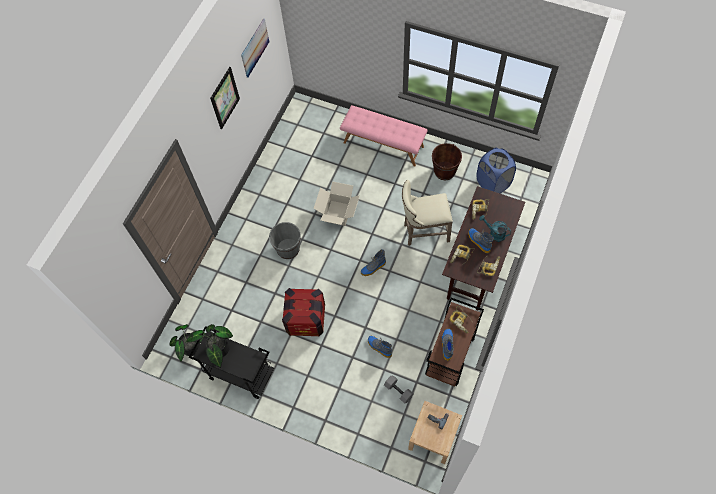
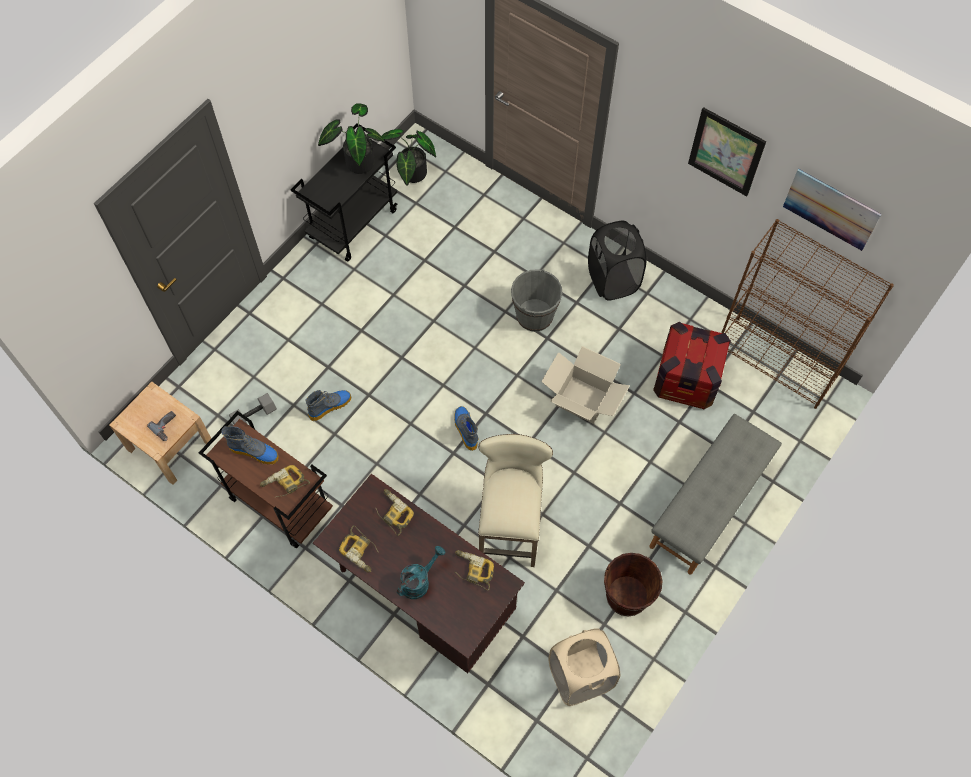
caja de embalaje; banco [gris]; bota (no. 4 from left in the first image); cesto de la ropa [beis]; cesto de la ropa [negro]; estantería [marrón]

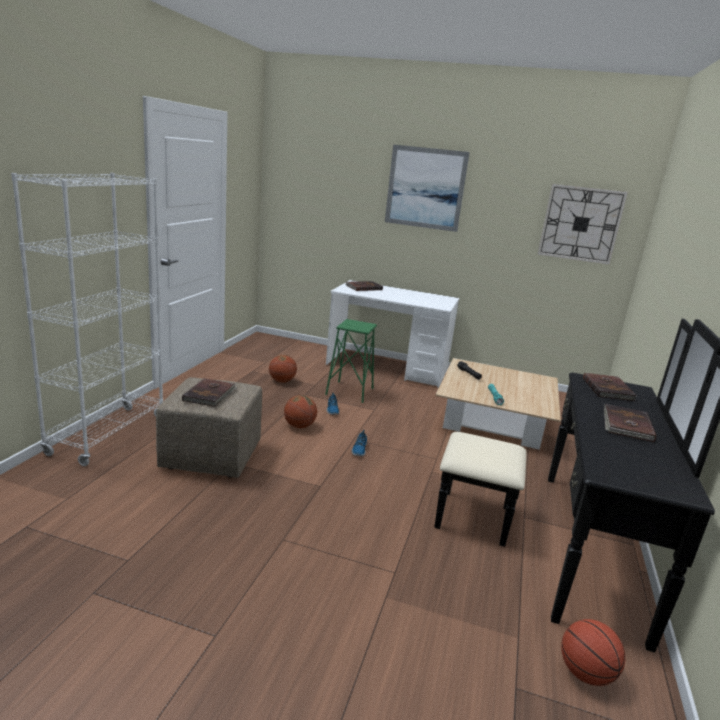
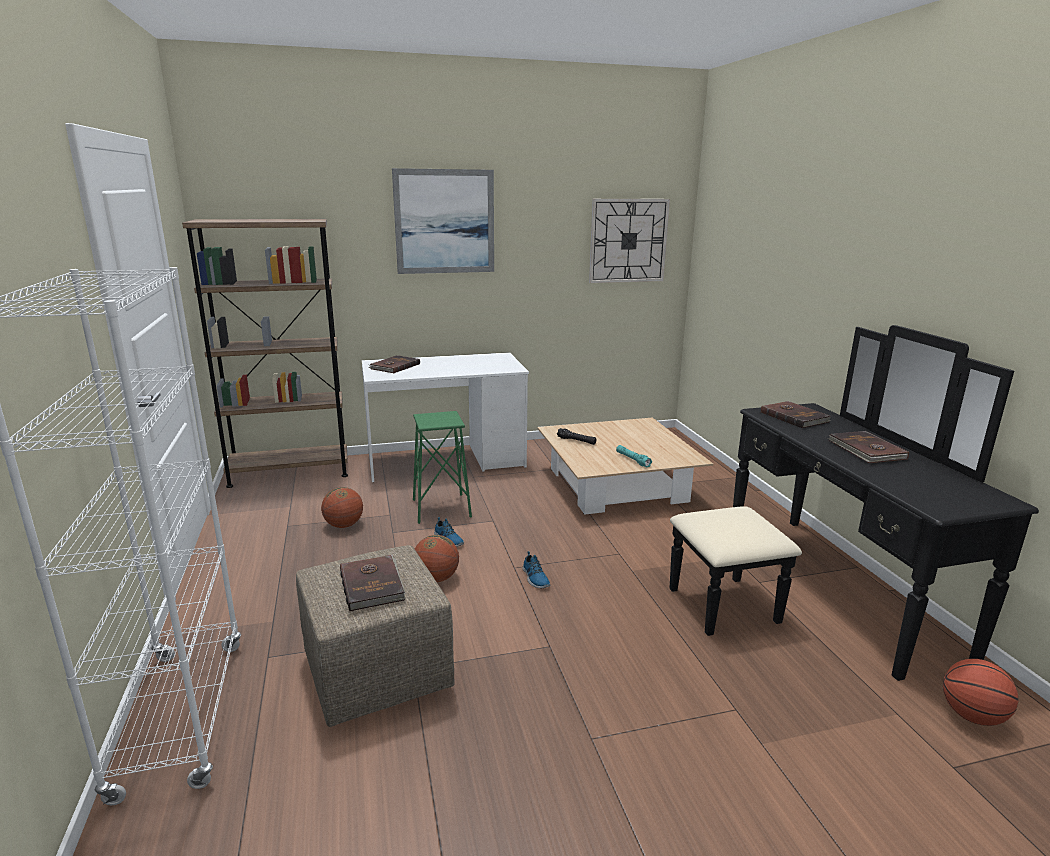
estantería [marrón]

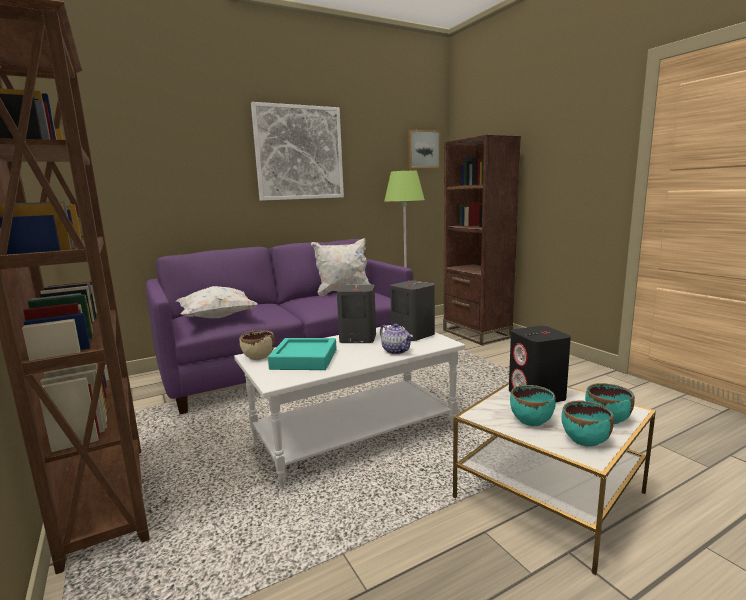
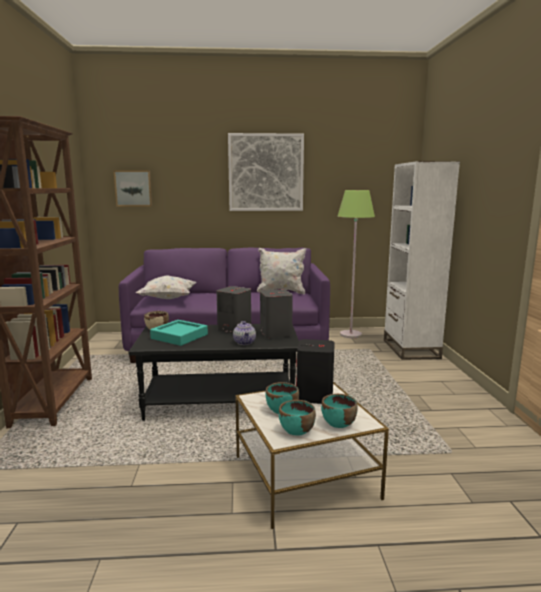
mesa de centro [negro]; cuadro (no. 1 from left); estantería [blanco]

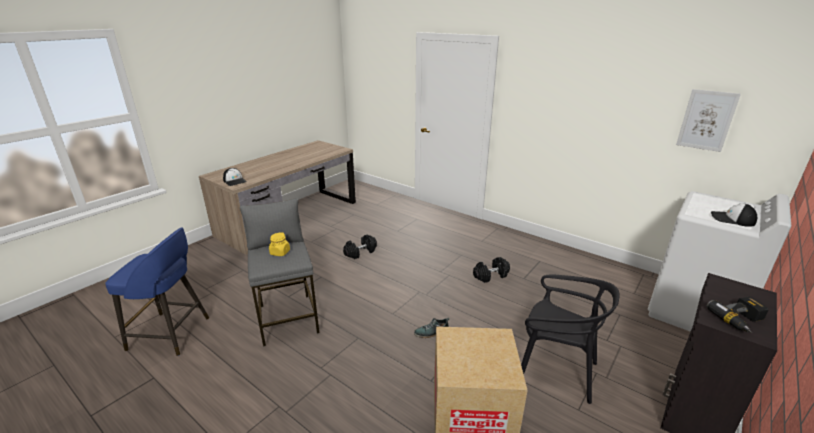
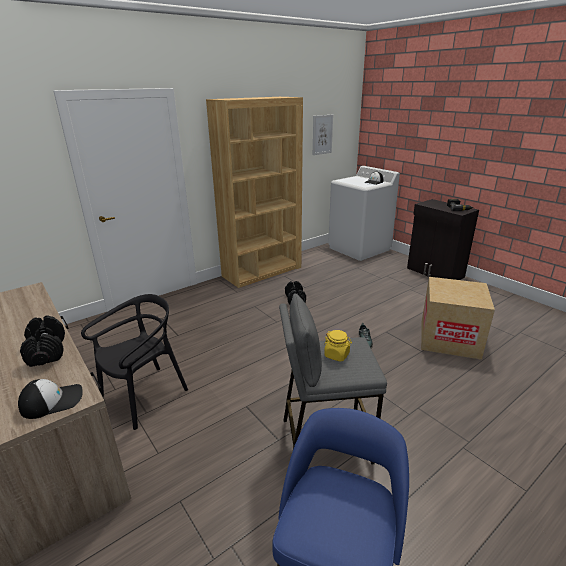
mancuerna [negro] (no. 1 from left); silla [negro]; estantería [marrón]

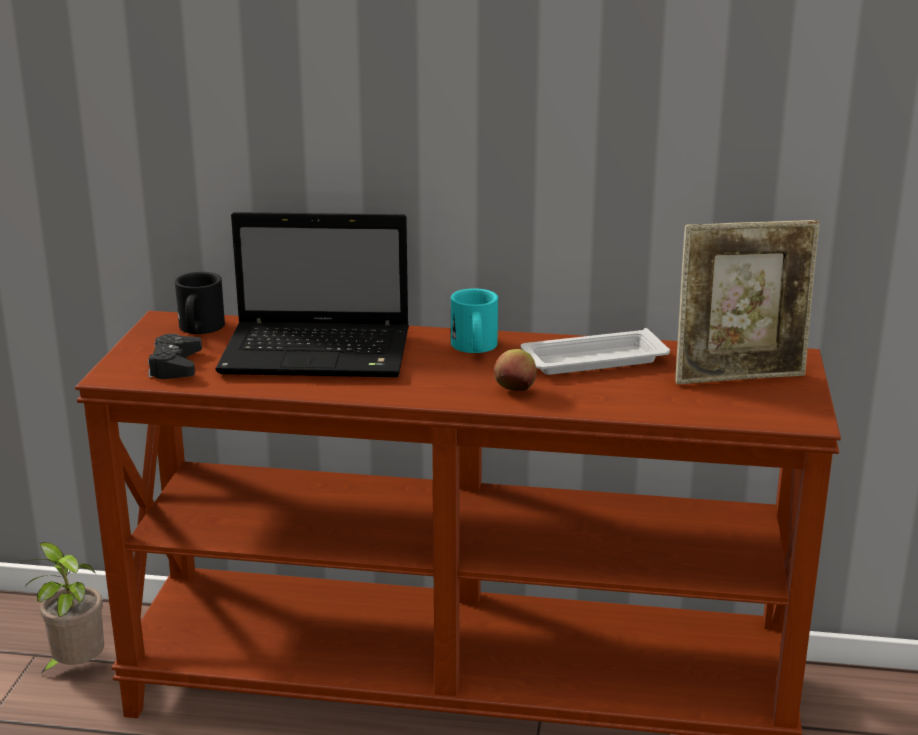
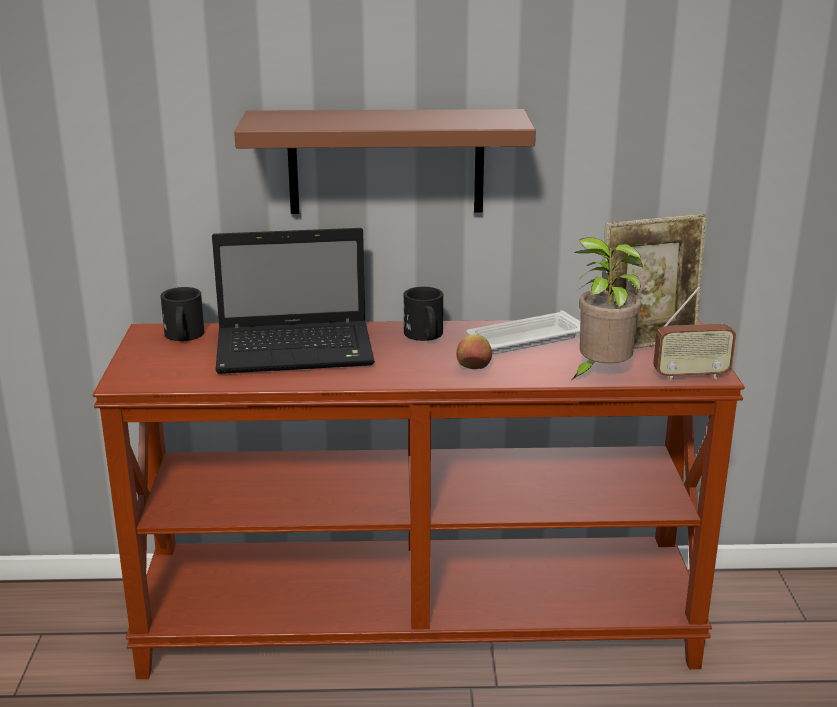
planta en maceta; mando de consola [negro]; taza grande [negro] (no. 2 from left); estante [marrón]; radio

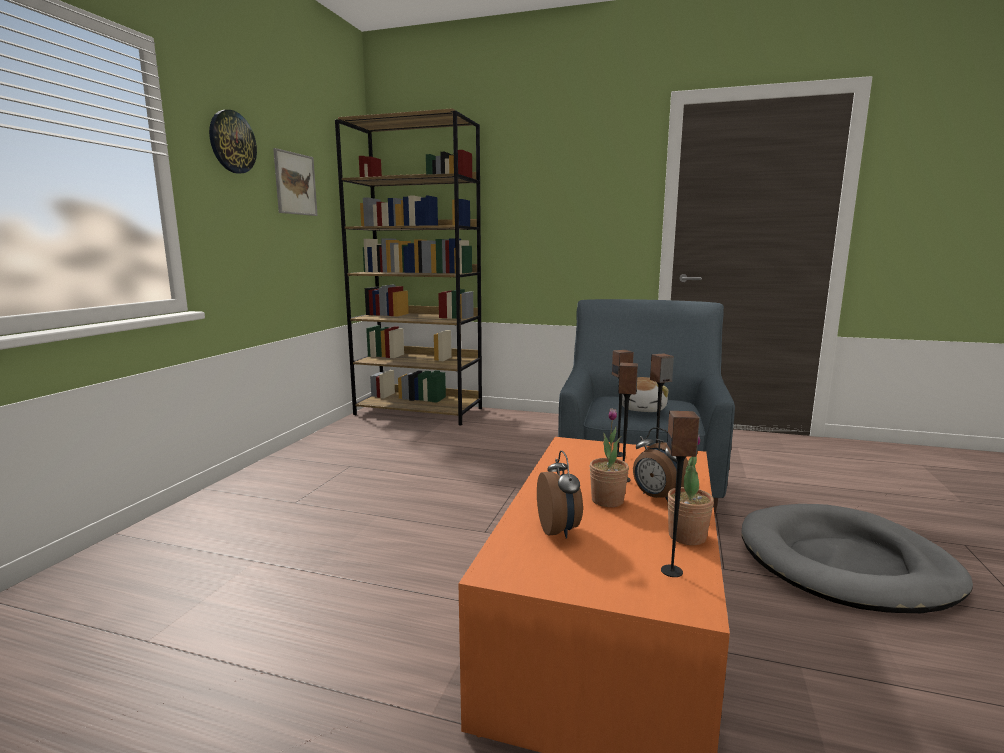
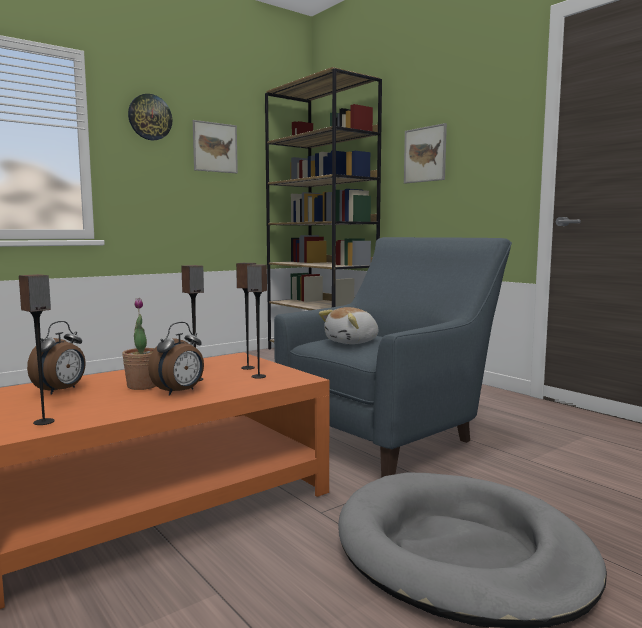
despertador (no. 2 from left); planta en maceta (no. 2 from left in the first image); cuadro (no. 2 from left)

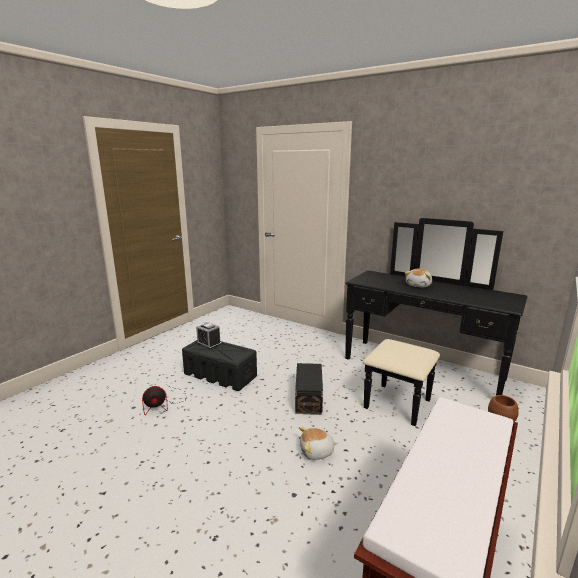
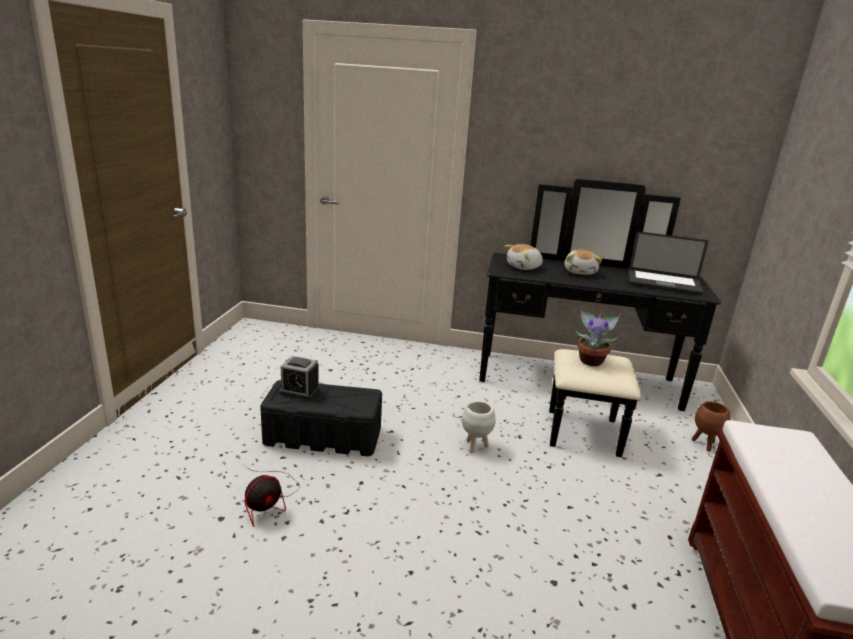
maceta [blanco]; peluche (no. 1 from left); planta en maceta; portátil

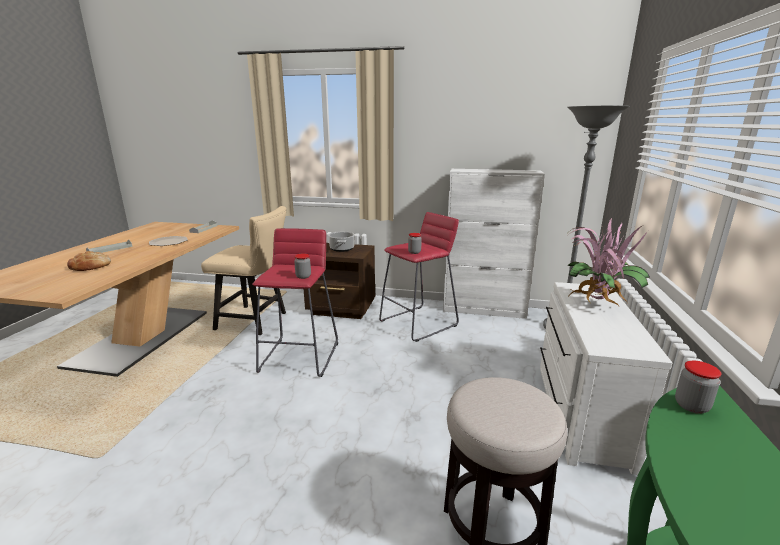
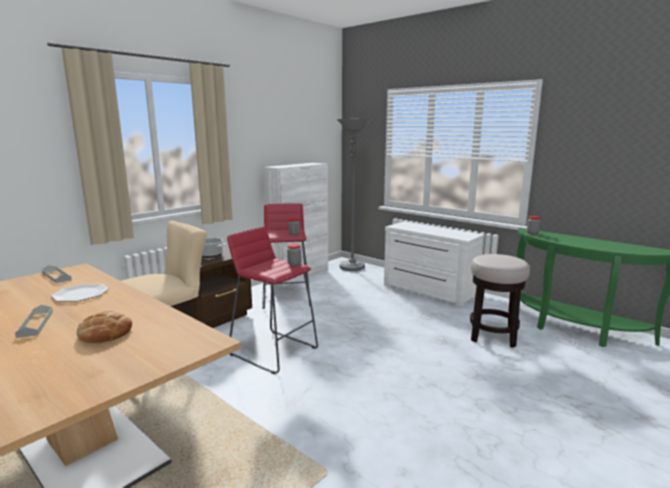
planta en maceta

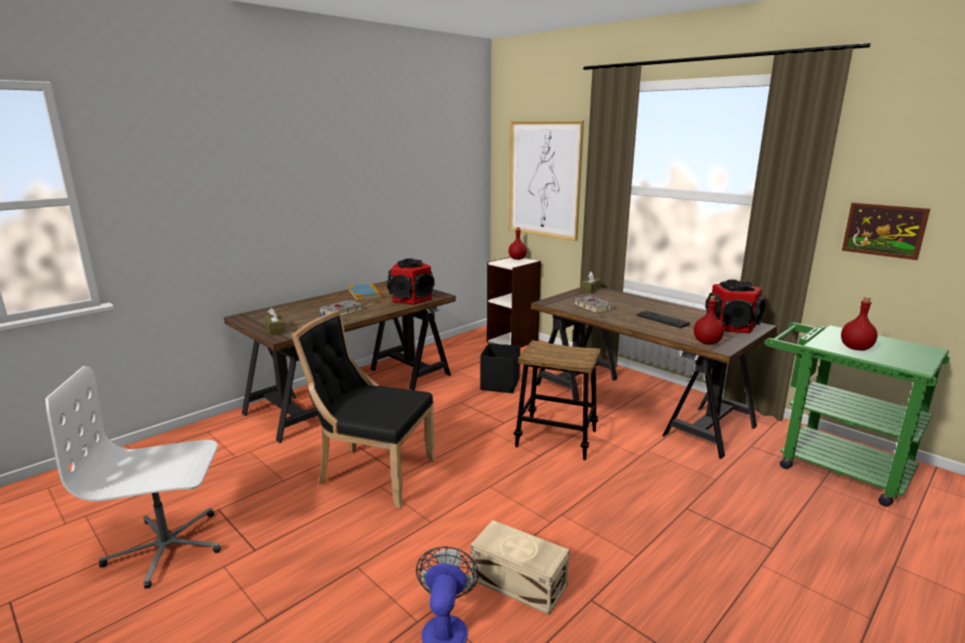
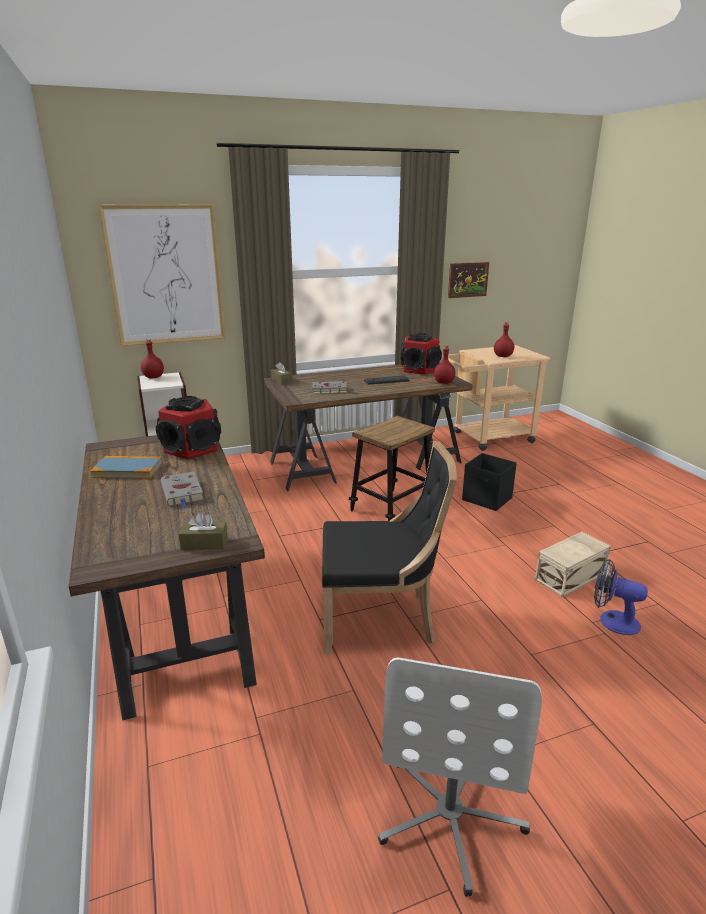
silla [negro]; caja de almacenaje [negro]; carrito [beis]

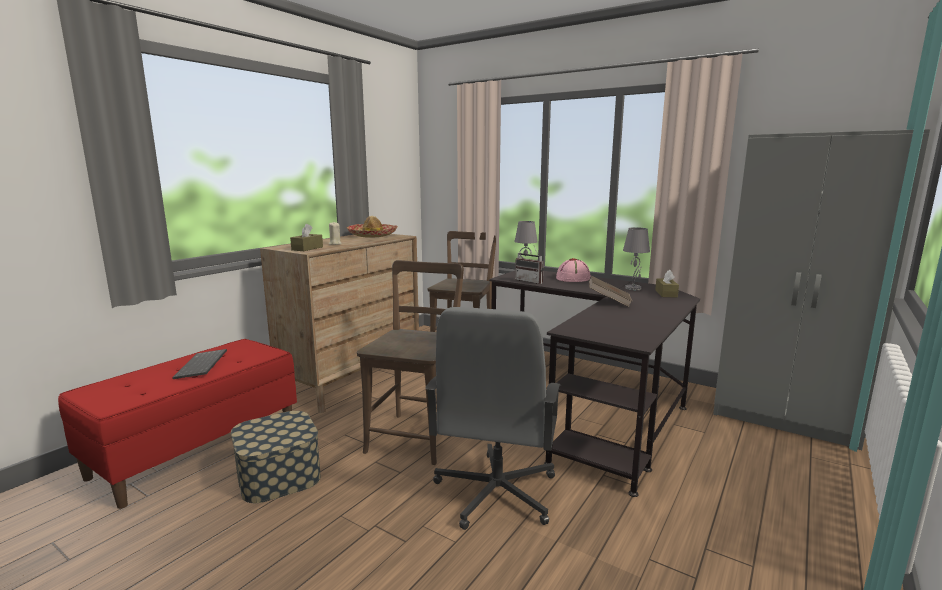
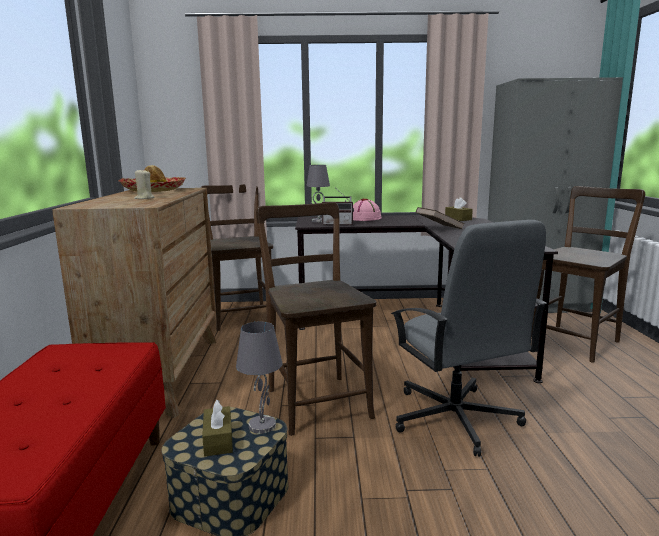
teclado; caja de pañuelos [marrón] (no. 1 from left); lámpara de mesa [gris] (no. 1 from left); silla [marrón] (no. 3 from left)

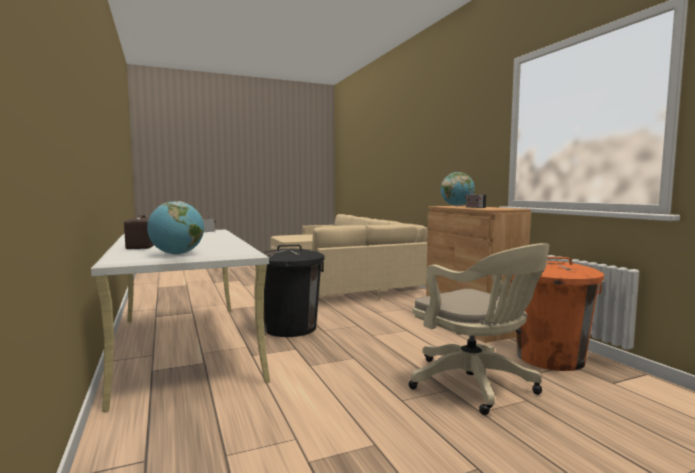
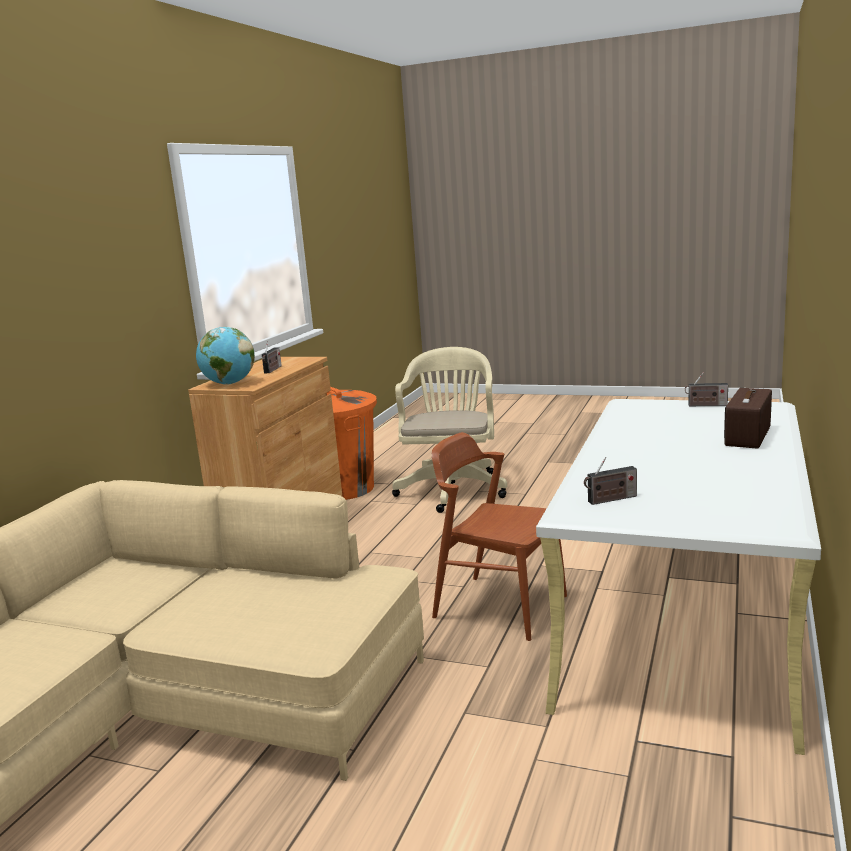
radio (no. 3 from left); silla [marrón]

